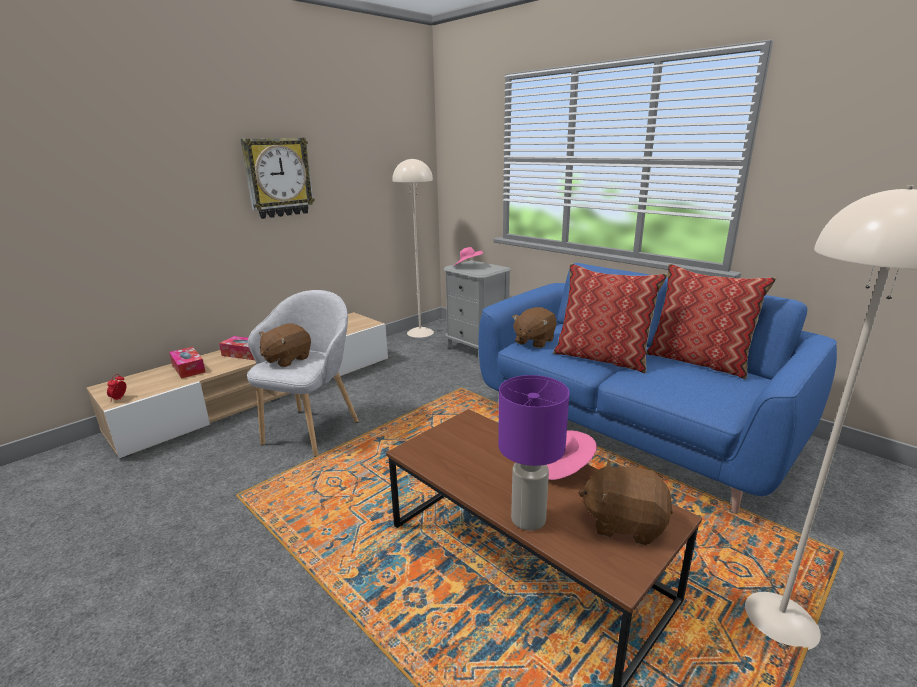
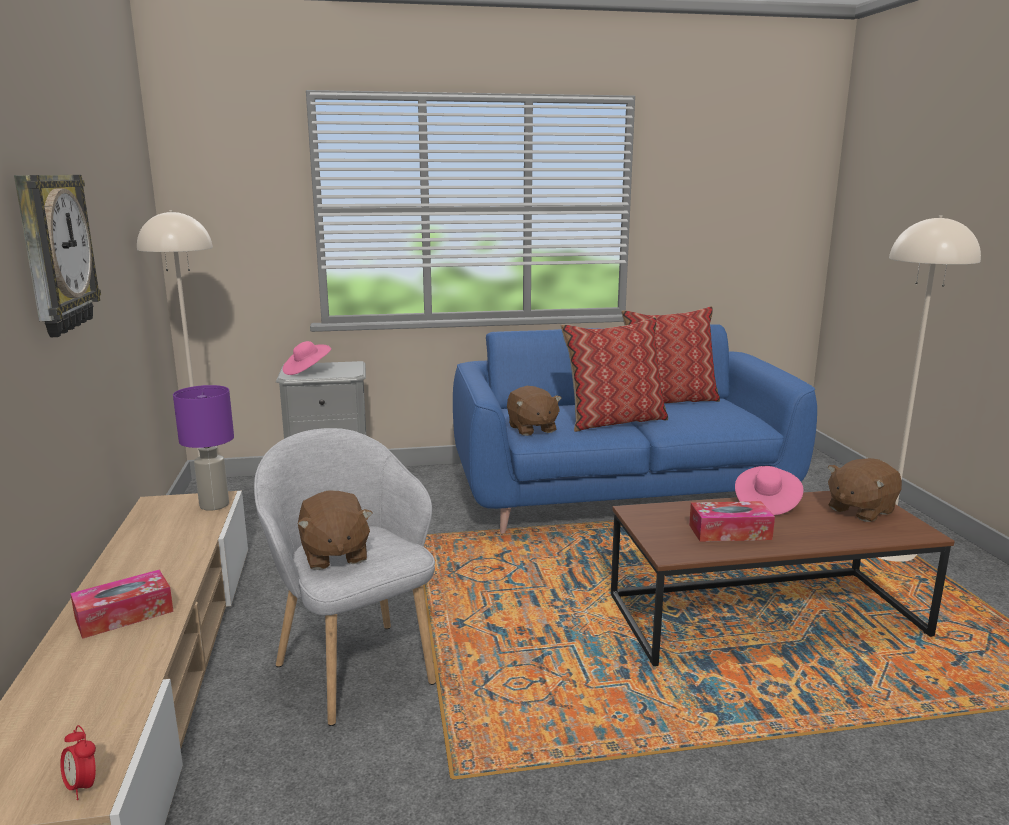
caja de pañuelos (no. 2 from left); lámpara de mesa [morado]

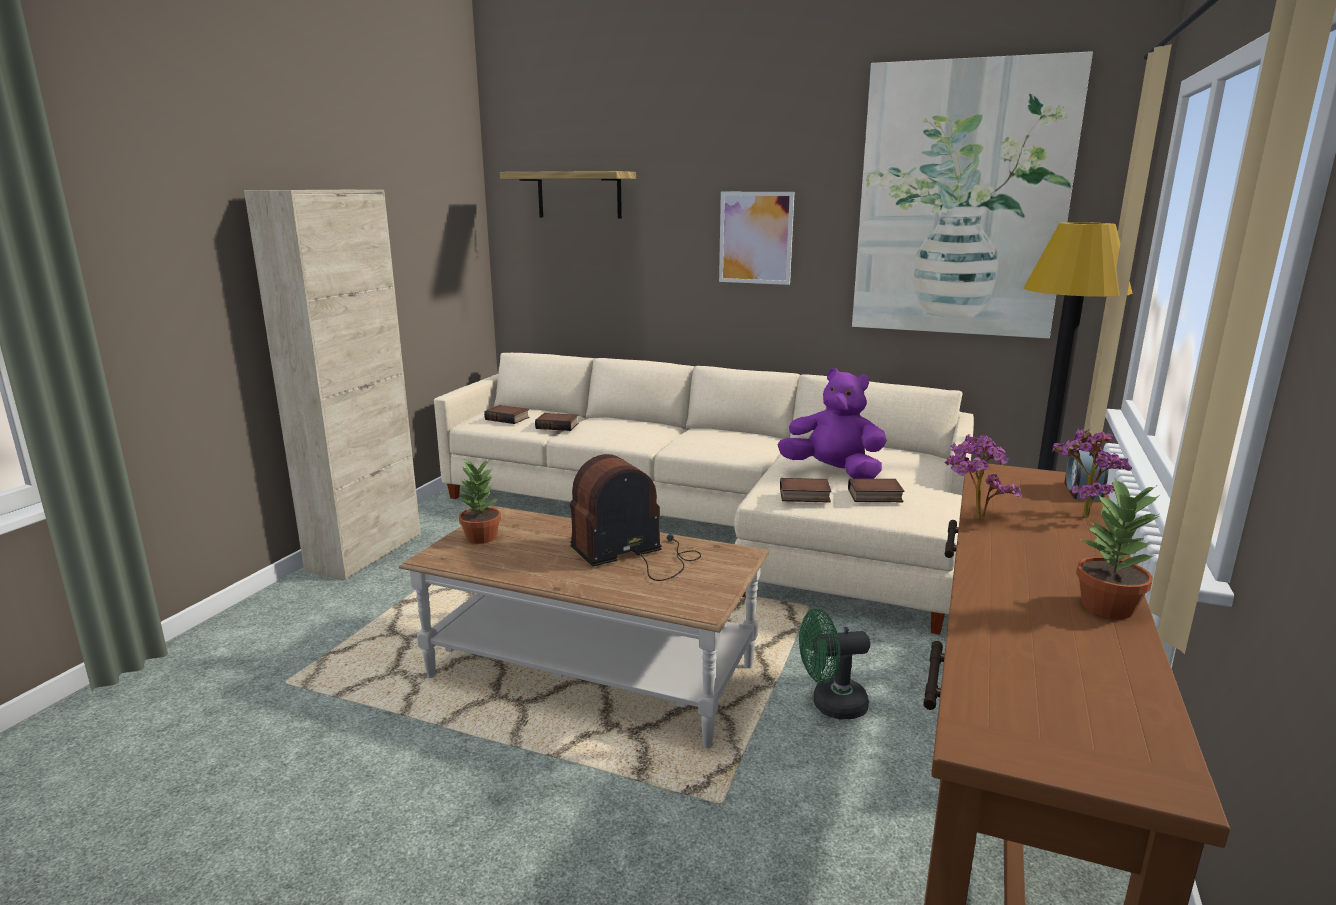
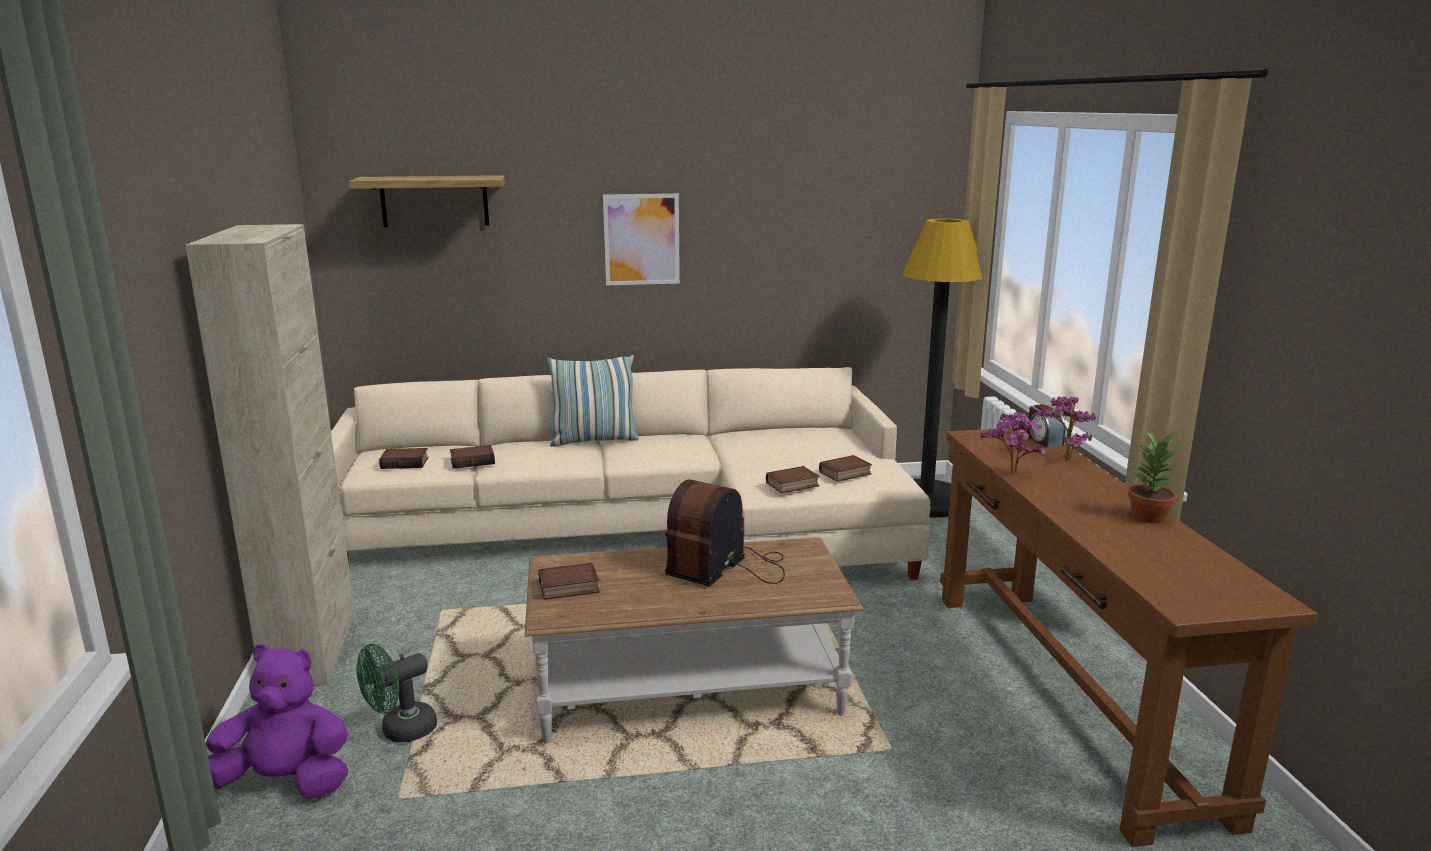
libro (no. 3 from left); peluche [morado]; ventilador [verde]; cuadro (no. 2 from left in the first image); cojín

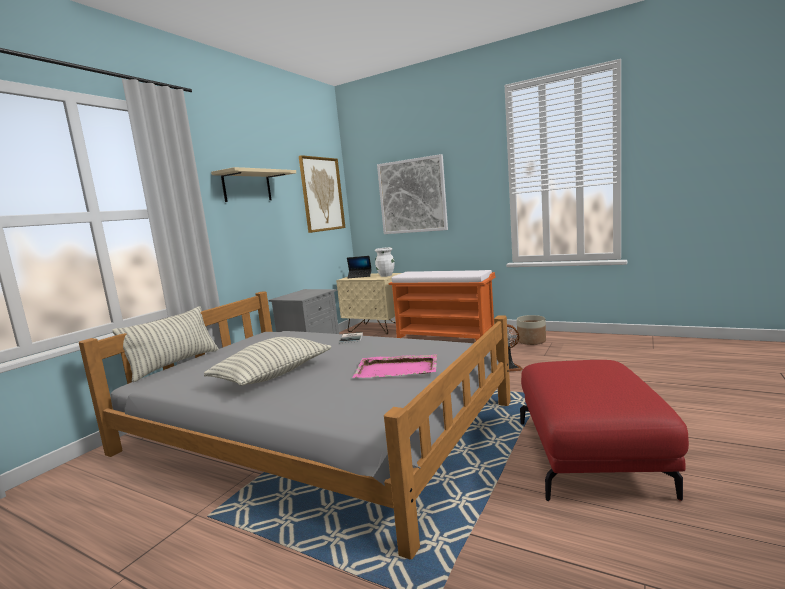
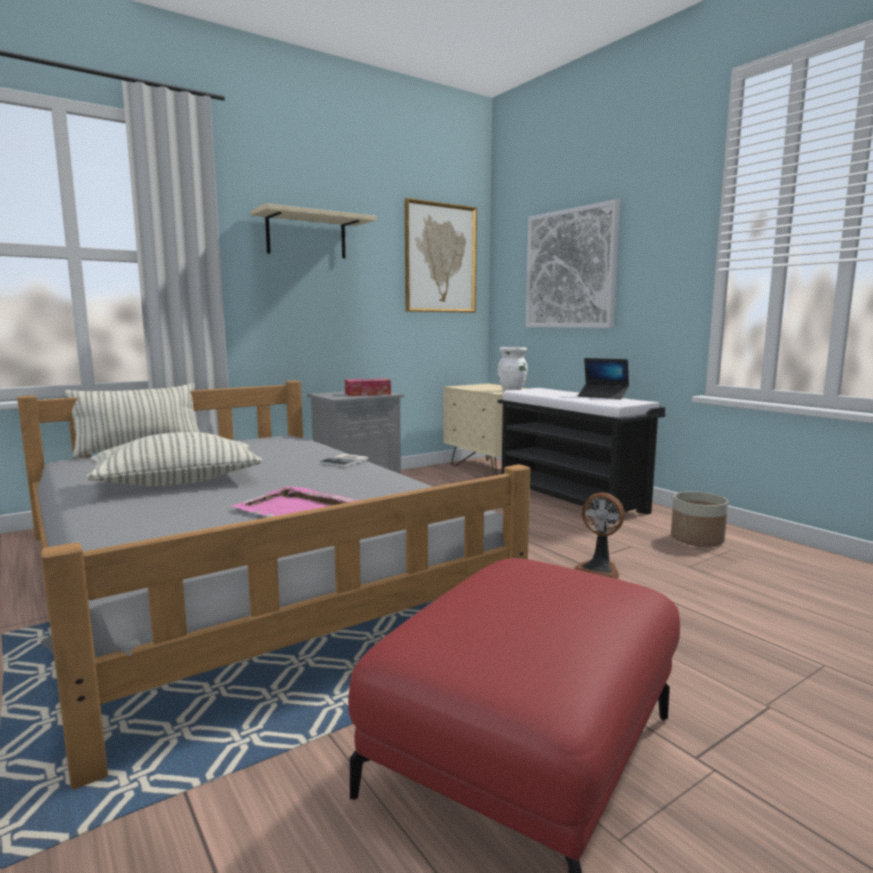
portátil; banco [negro]; caja de pañuelos

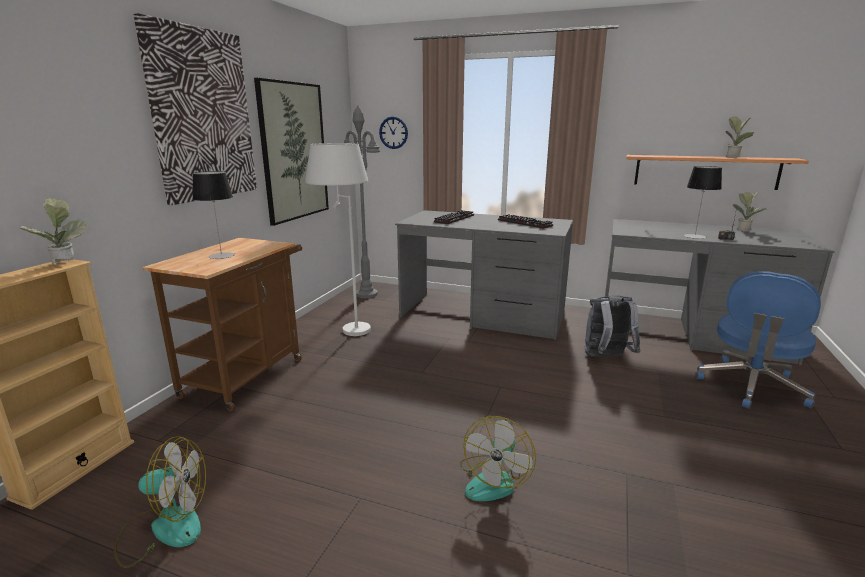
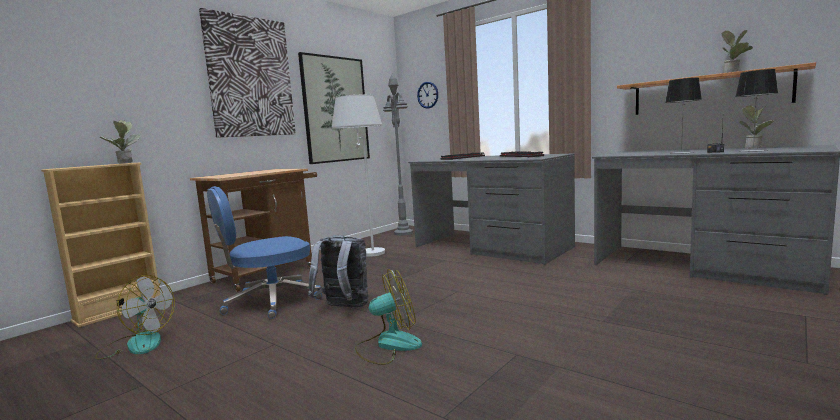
lámpara de mesa (no. 2 from left); ventilador (no. 2 from left); mochila [gris]; silla de oficina [azul]

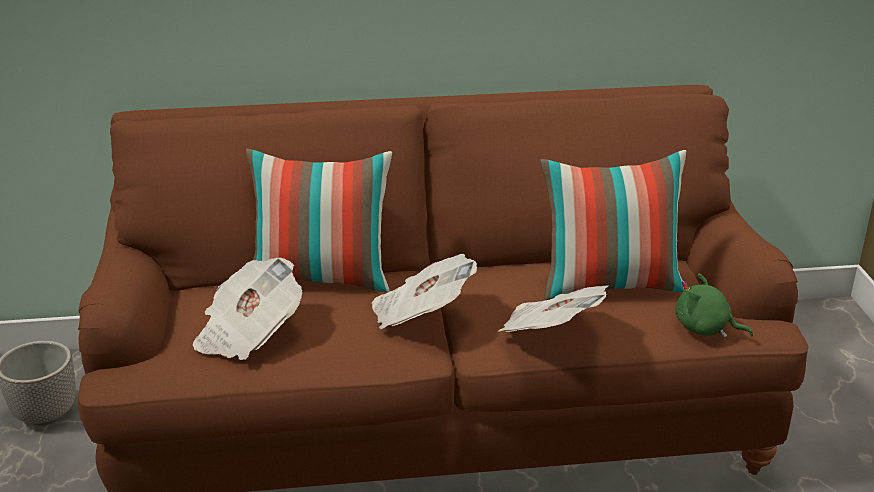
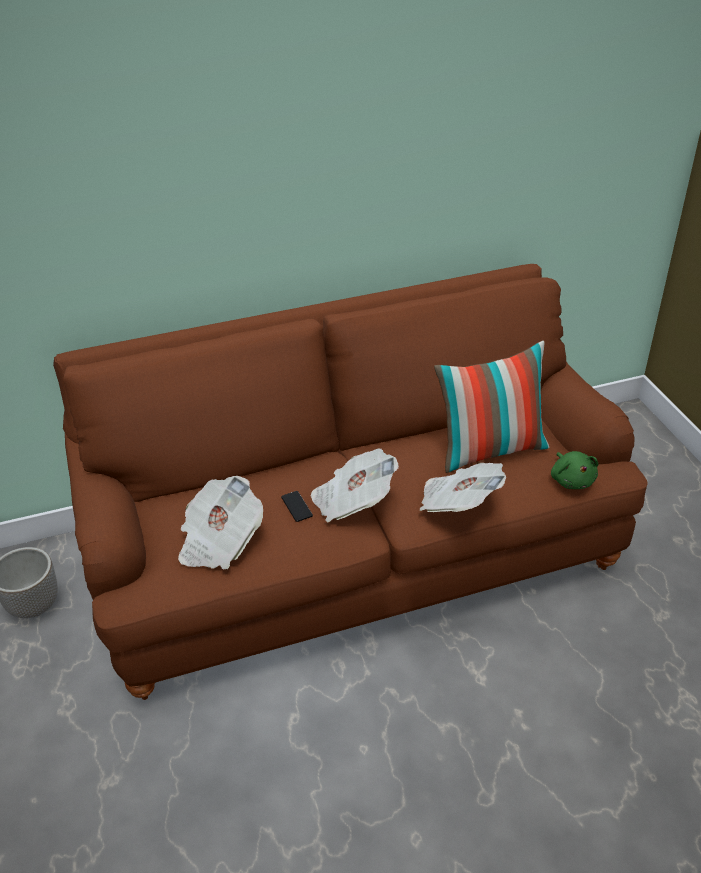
cojín (no. 1 from left in the first image); peluche [verde]; móvil

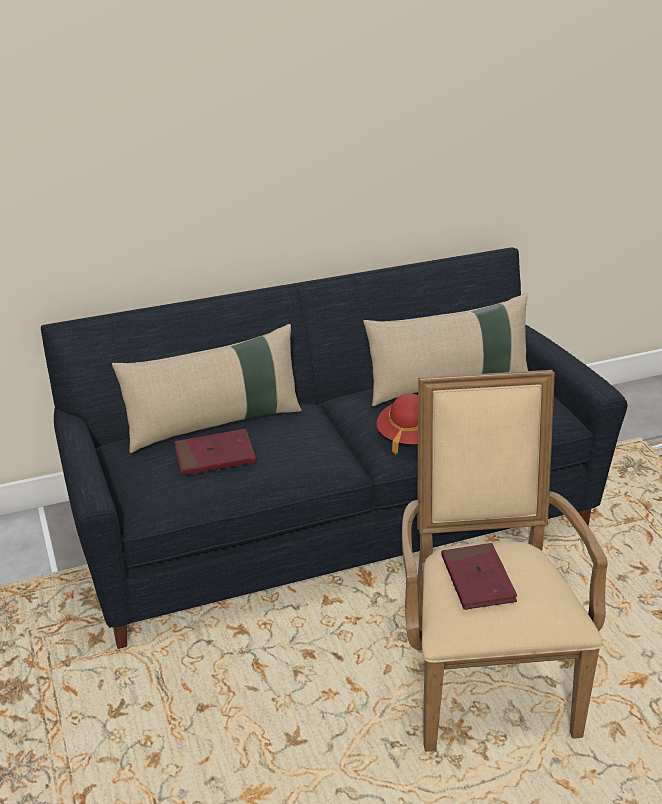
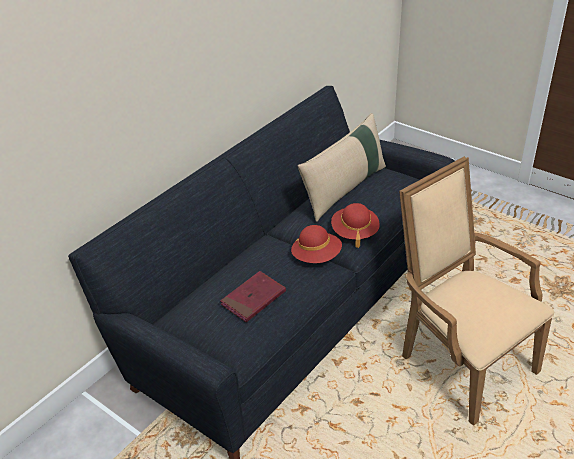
cojín [beis] (no. 1 from left in the first image); libro [rojo] (no. 2 from left in the first image); sombrero [rojo] (no. 1 from left)

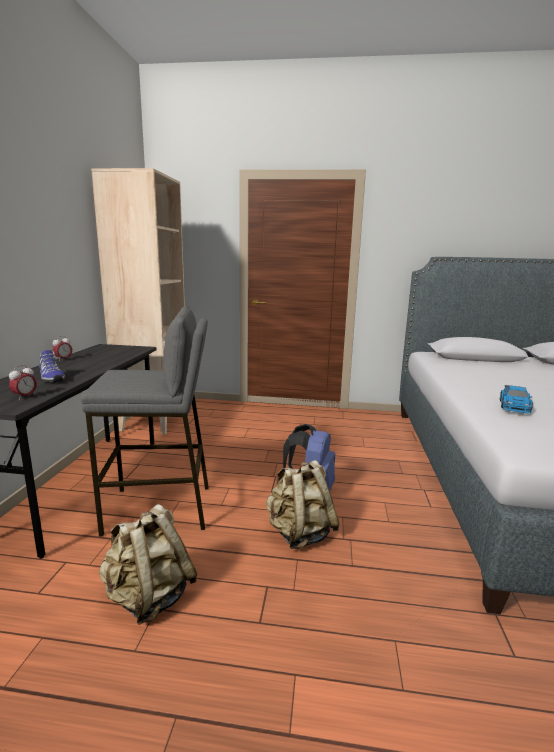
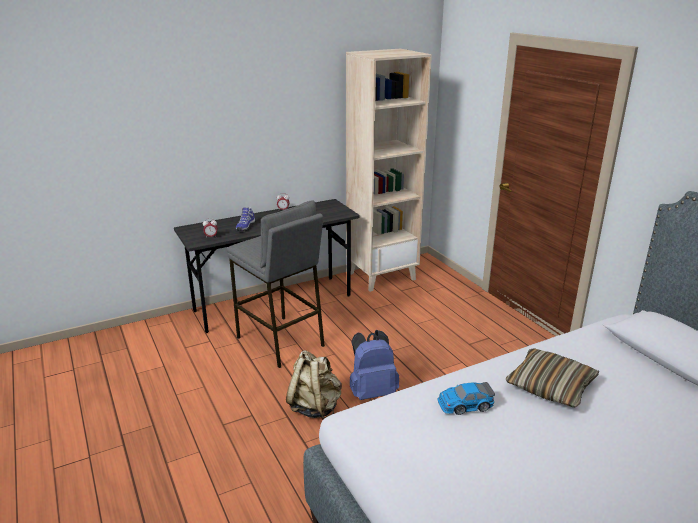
mochila [beis] (no. 1 from left in the first image); cojín

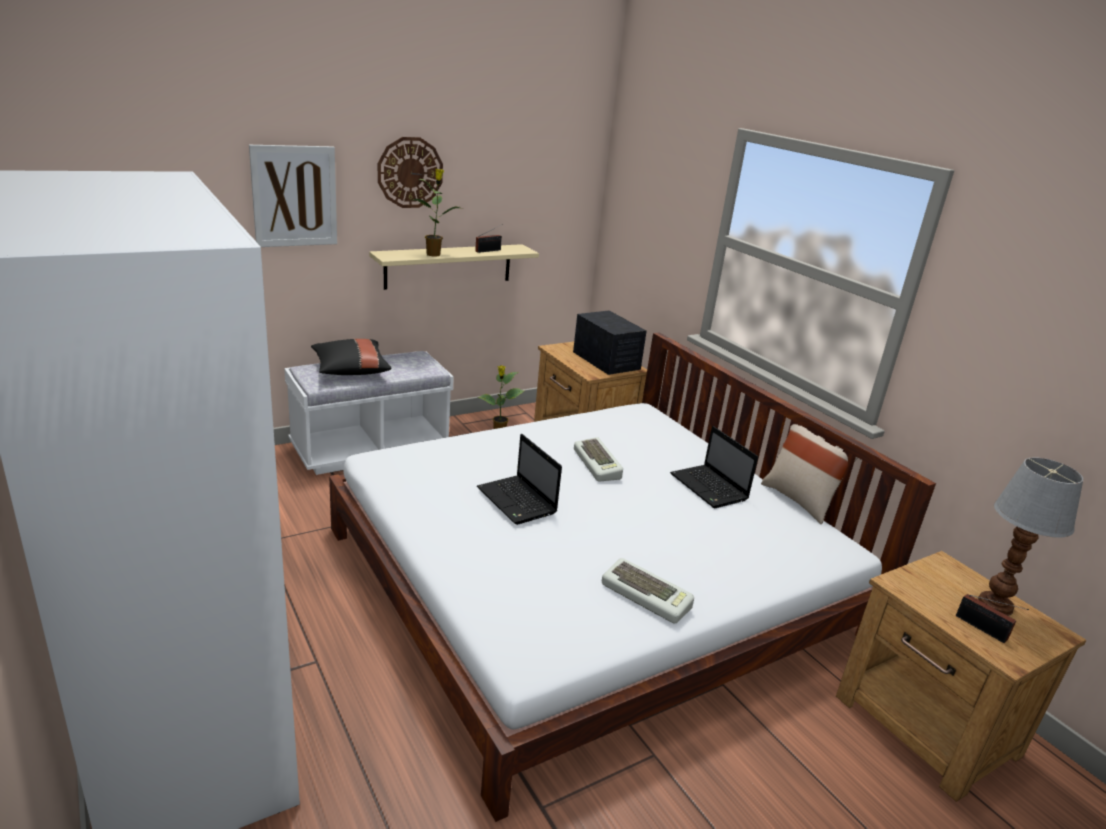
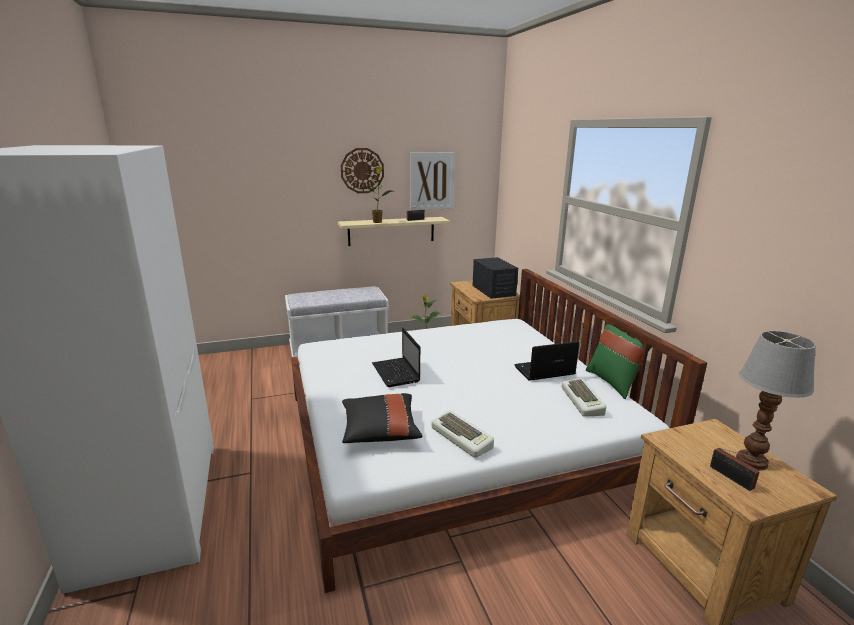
cuadro; cojín [negro]; teclado (no. 2 from left); portátil (no. 2 from left); cojín [verde]

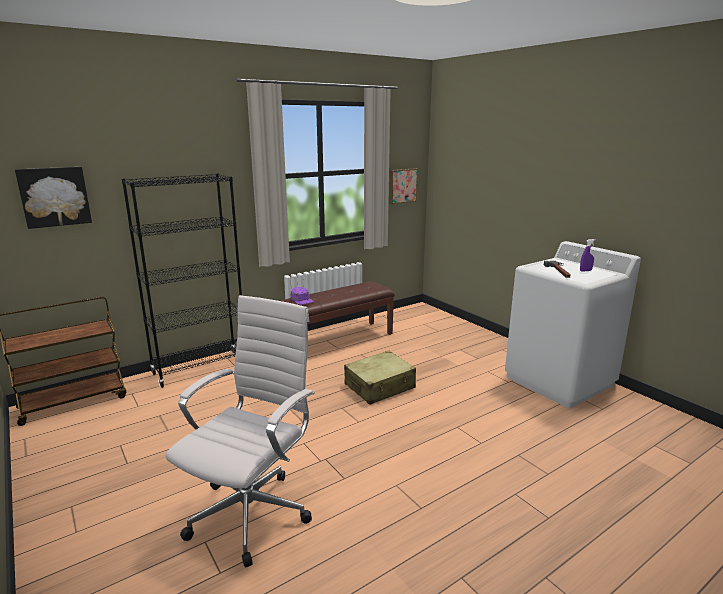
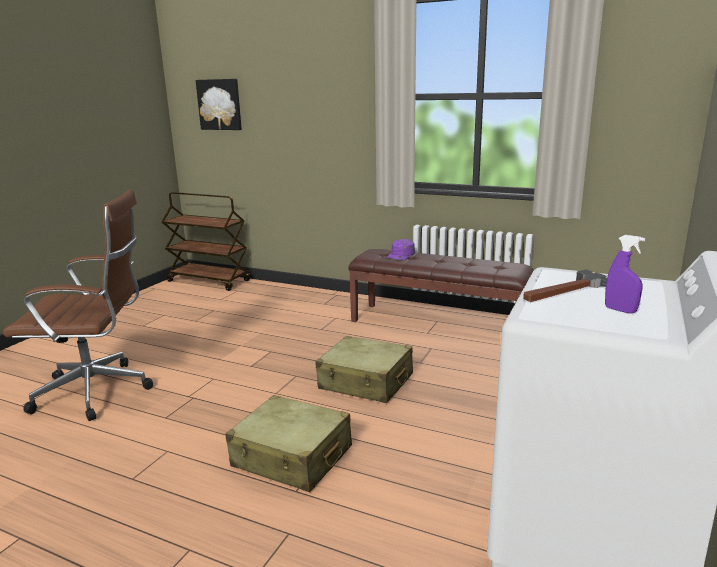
estantería [negro]; silla de oficina [marrón]; cuadro (no. 2 from left in the first image); maleta [beis] (no. 1 from left)

